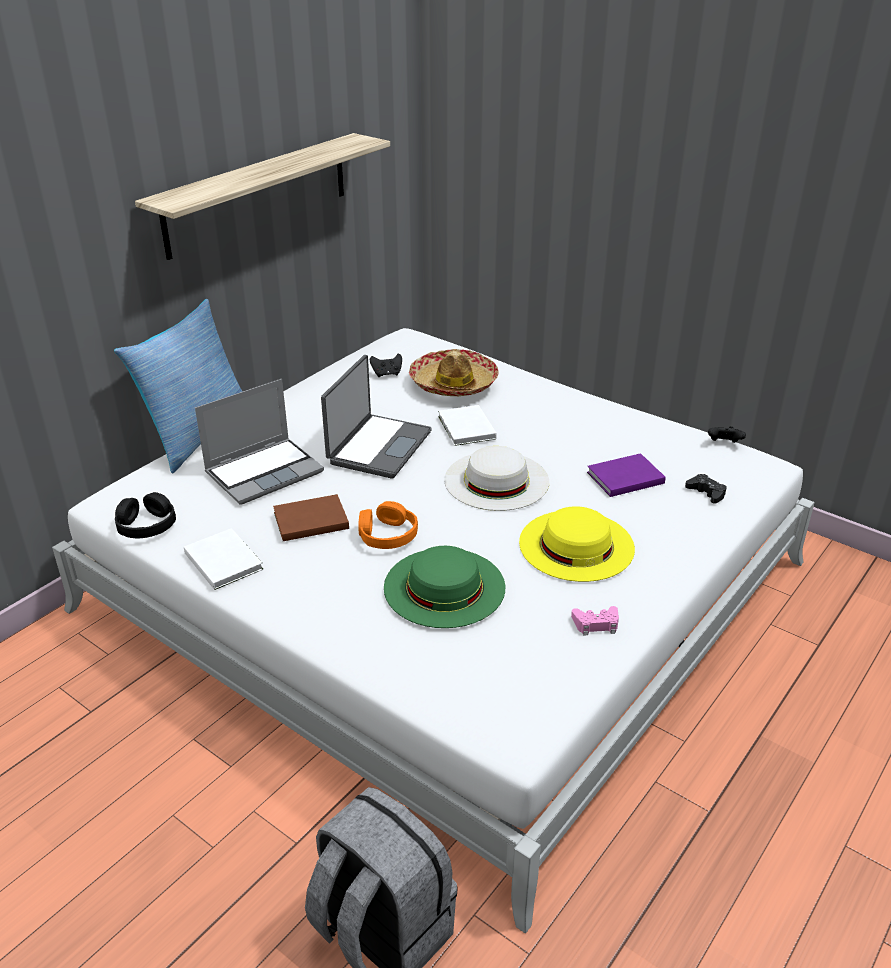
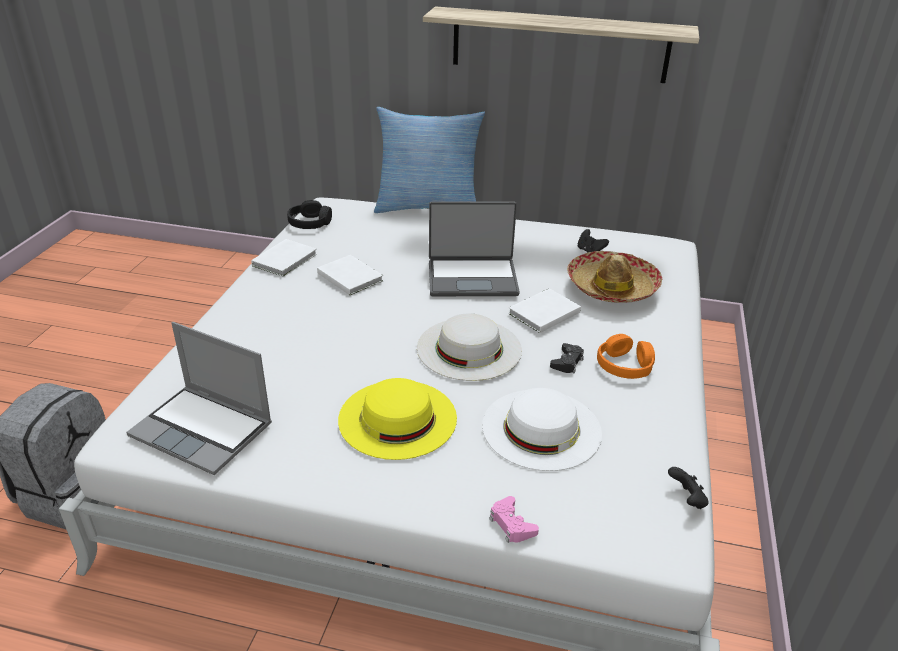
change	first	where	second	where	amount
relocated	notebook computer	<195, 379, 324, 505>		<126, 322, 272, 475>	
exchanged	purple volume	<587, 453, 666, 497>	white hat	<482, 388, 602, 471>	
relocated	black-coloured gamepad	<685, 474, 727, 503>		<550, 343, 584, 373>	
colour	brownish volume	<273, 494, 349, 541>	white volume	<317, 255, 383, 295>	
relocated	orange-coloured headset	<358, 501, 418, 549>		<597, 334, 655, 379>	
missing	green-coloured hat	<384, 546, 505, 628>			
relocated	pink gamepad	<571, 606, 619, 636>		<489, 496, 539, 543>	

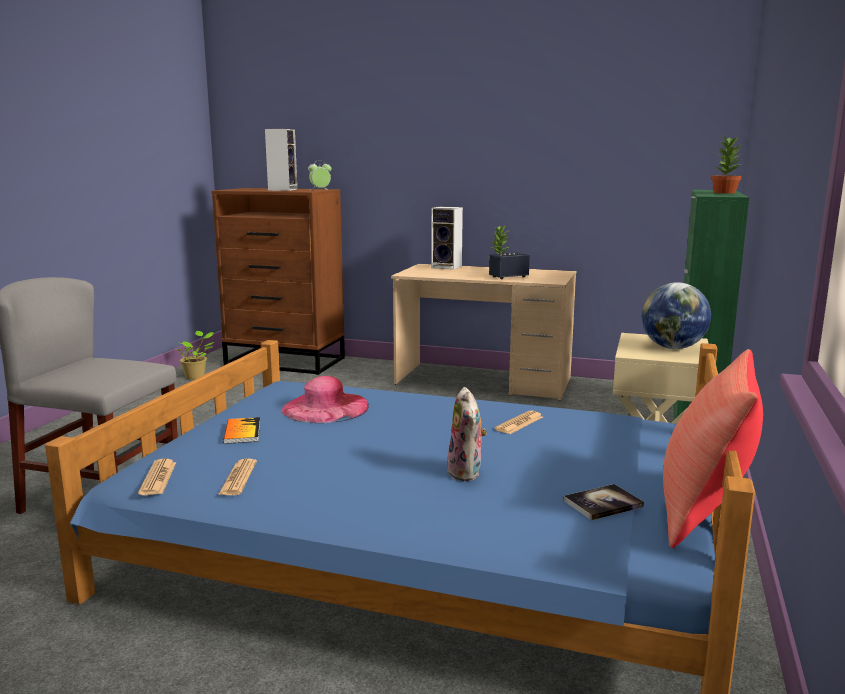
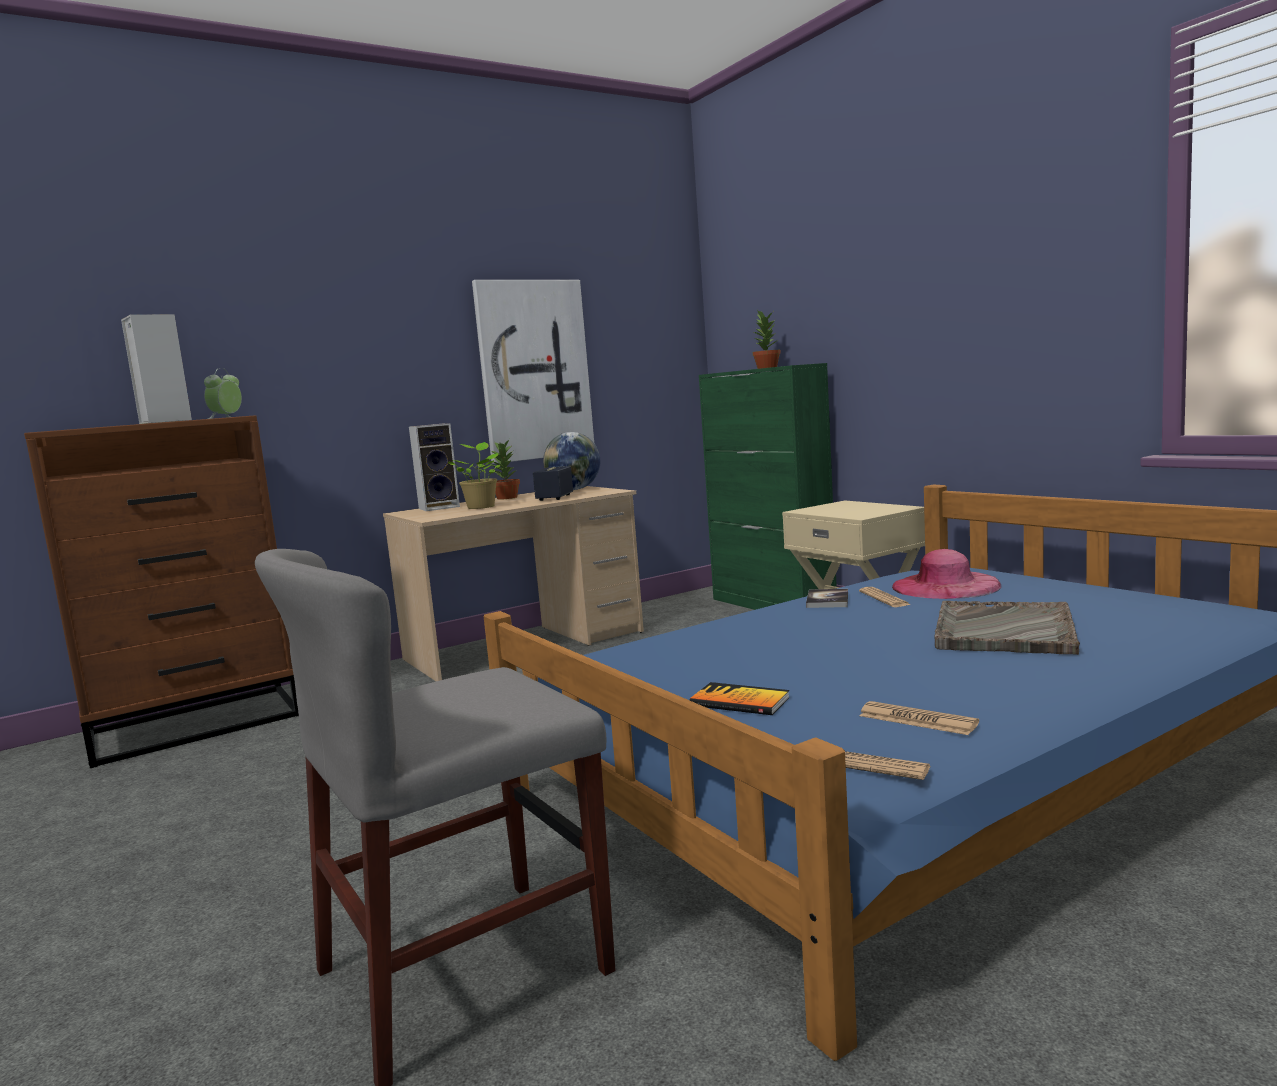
change	first	where	second	where	amount
relocated	desk globe	<642, 282, 711, 349>		<543, 432, 600, 490>	
relocated	potted plant	<177, 331, 214, 379>		<448, 442, 500, 509>	
missing	red-coloured throw pillow	<663, 349, 763, 548>			
relocated	pink hat	<281, 376, 369, 423>		<892, 549, 1001, 599>	
exchanged	plush toy	<447, 387, 487, 481>	greyish tray	<934, 601, 1080, 655>	
relocated	volume	<563, 484, 644, 520>		<806, 589, 848, 608>	
appeared			wall art	<472, 280, 594, 464>	

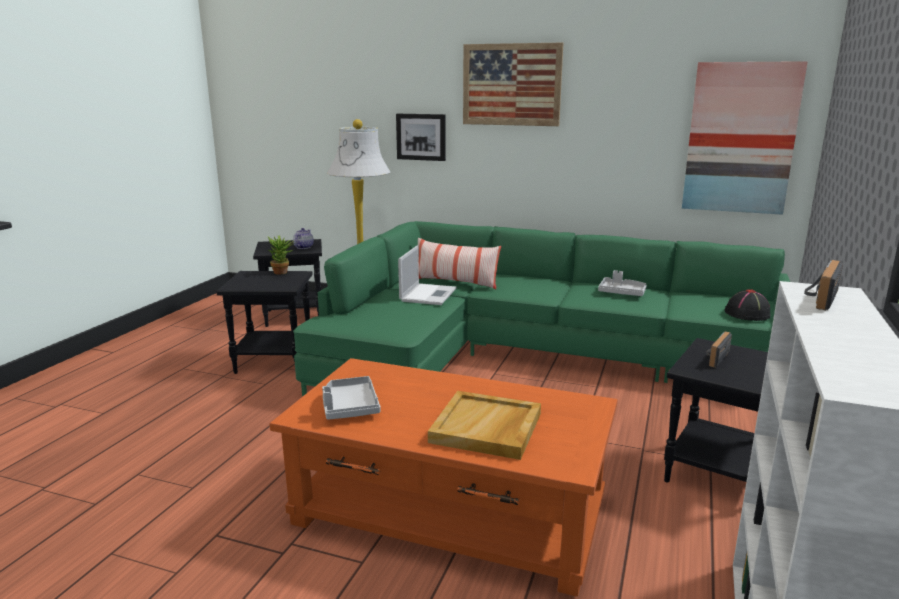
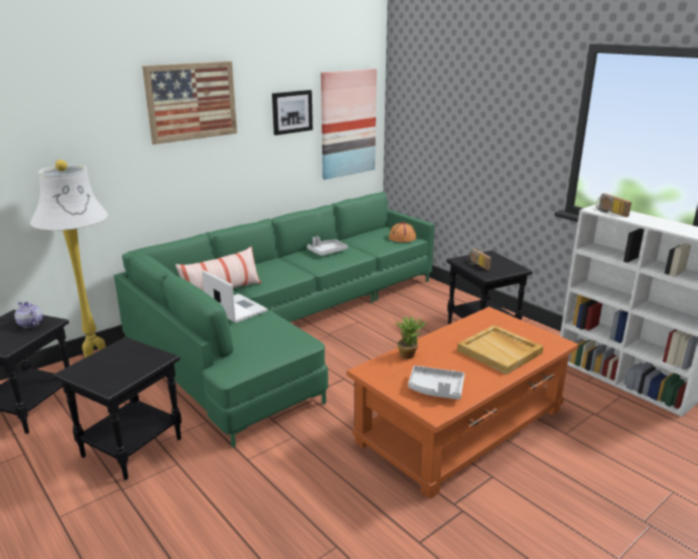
change	first	where	second	where	amount
relocated	wall art	<396, 114, 446, 161>		<272, 90, 313, 135>	
relocated	potted plant	<268, 235, 296, 275>		<394, 316, 426, 359>	
colour	black-coloured hat	<724, 289, 771, 321>	orange-coloured hat	<389, 222, 416, 242>	

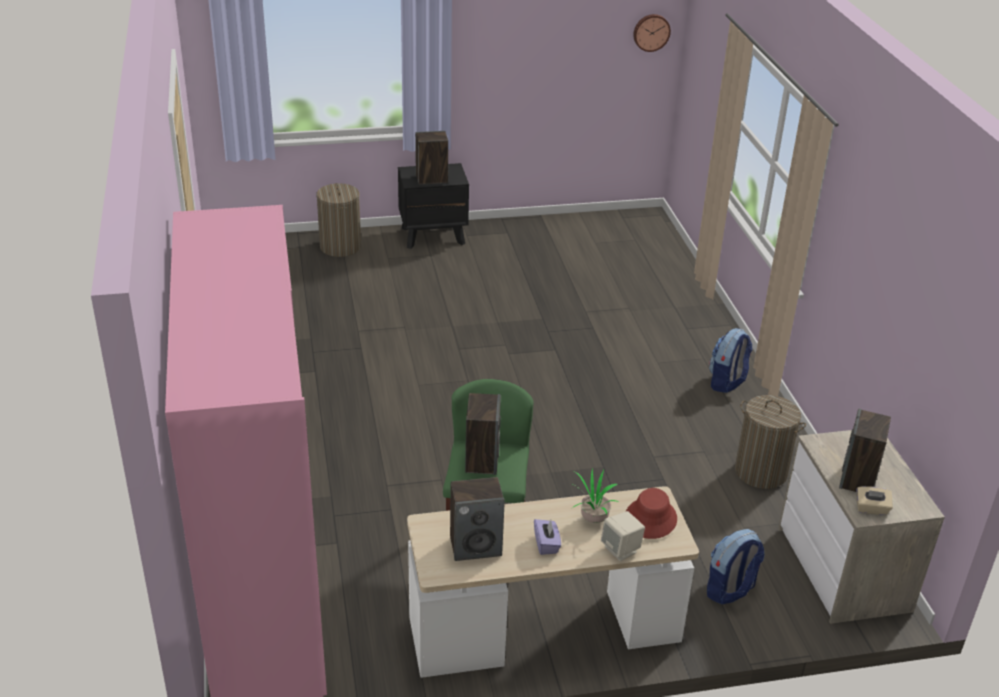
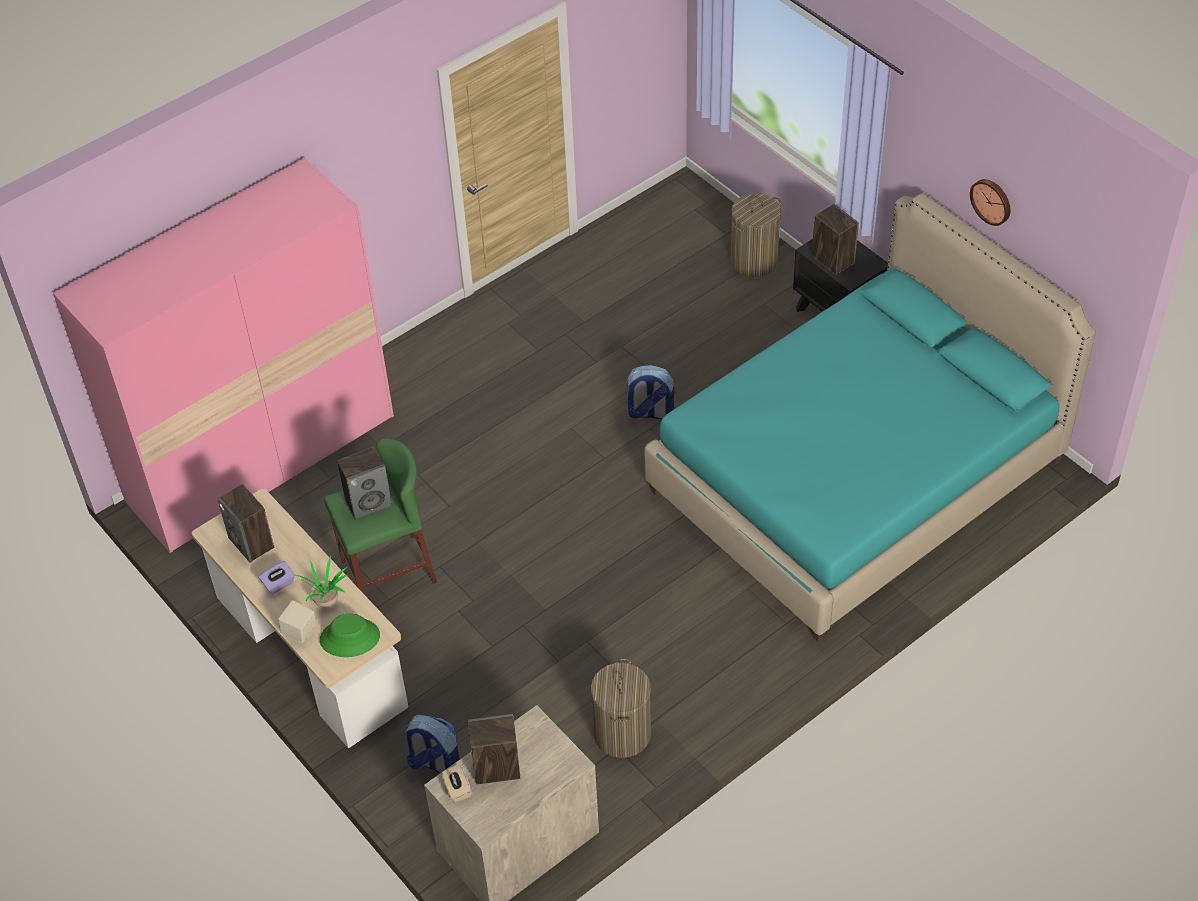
change	first	where	second	where	amount
relocated	wall clock	<633, 14, 671, 52>		<970, 179, 1010, 226>	
relocated	knapsack	<709, 328, 752, 393>		<625, 365, 674, 420>	
colour	red-coloured hat	<626, 488, 677, 539>	green-coloured hat	<320, 614, 380, 657>	
appeared			turquoise bed	<644, 193, 1096, 642>	

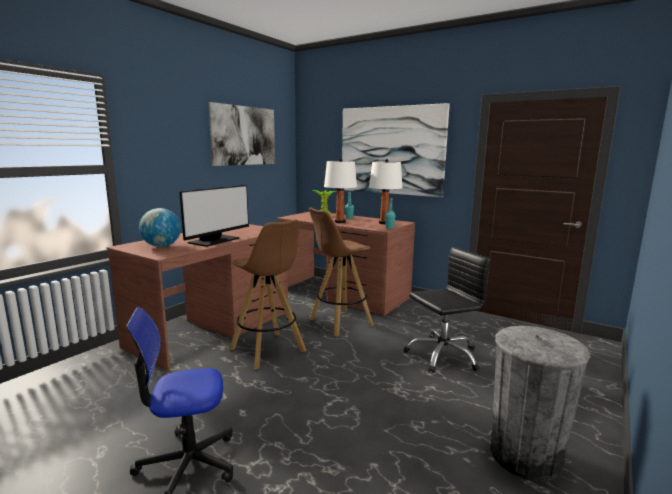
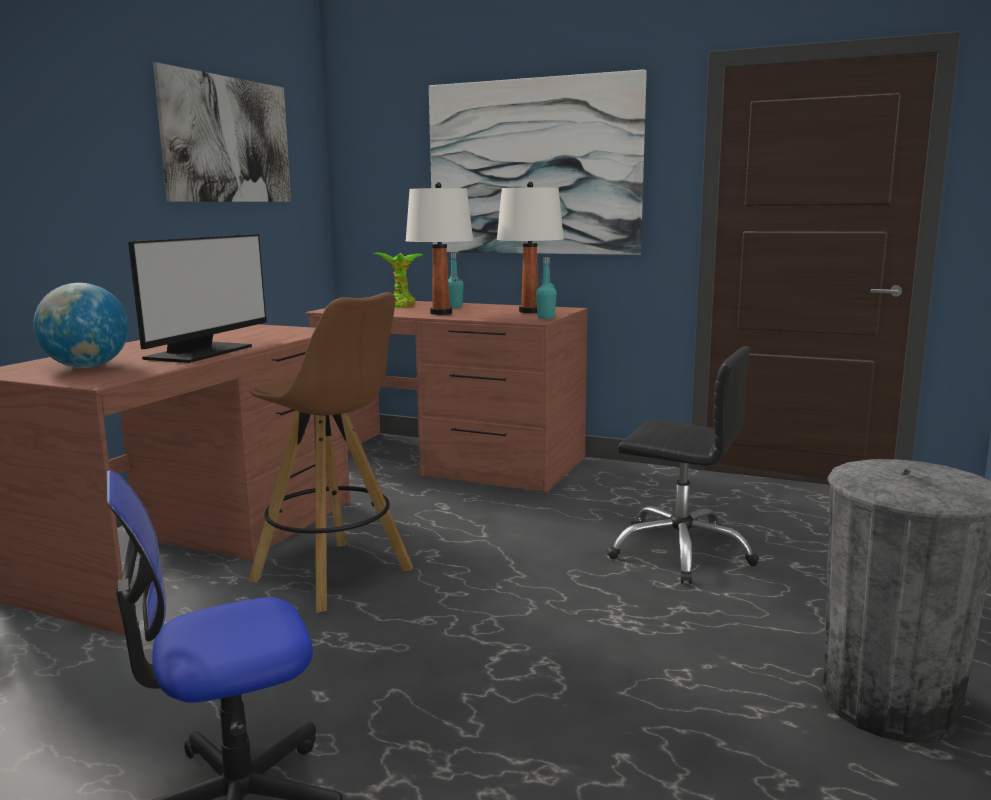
change	first	where	second	where	amount
missing	brownish stool seat	<309, 208, 374, 337>			
spun	black-coloured computer chair	<404, 247, 490, 373>		<606, 346, 759, 584>	60 degrees clockwise

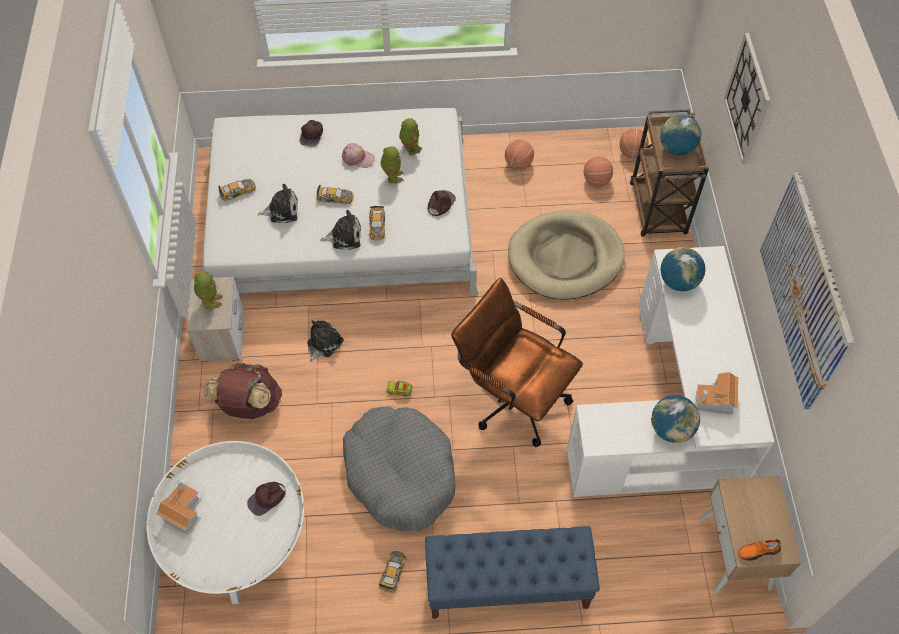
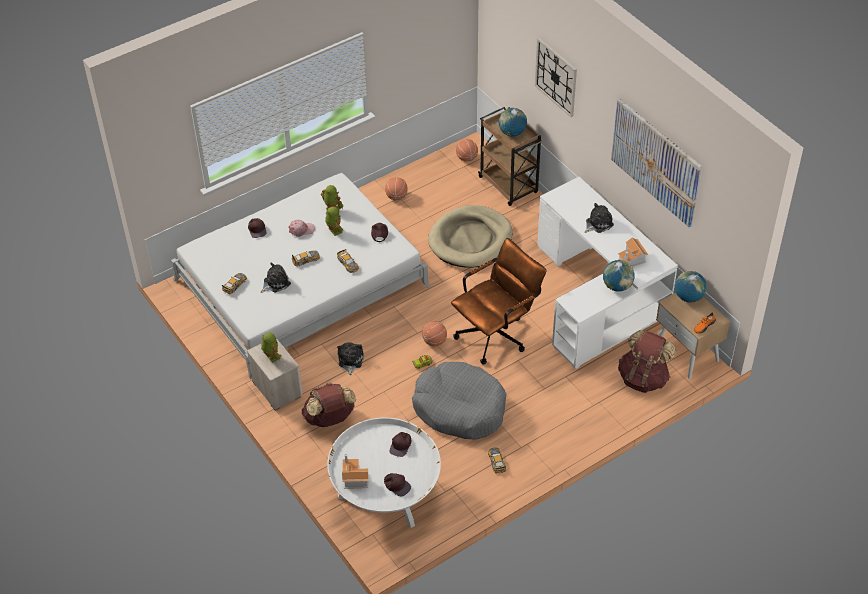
change	first	where	second	where	amount
relocated	basketball	<584, 156, 613, 187>		<422, 321, 447, 346>	
relocated	plush toy	<320, 210, 361, 250>		<585, 203, 614, 233>	
relocated	desk globe	<661, 247, 705, 291>		<675, 271, 707, 302>	
spun	brownish computer chair	<451, 278, 583, 447>		<451, 238, 546, 365>	135 degrees clockwise
missing	blue bench	<425, 526, 600, 619>			
appeared			brownish knapsack	<618, 330, 676, 393>	
appeared			brownish peaked cap	<384, 473, 411, 497>	

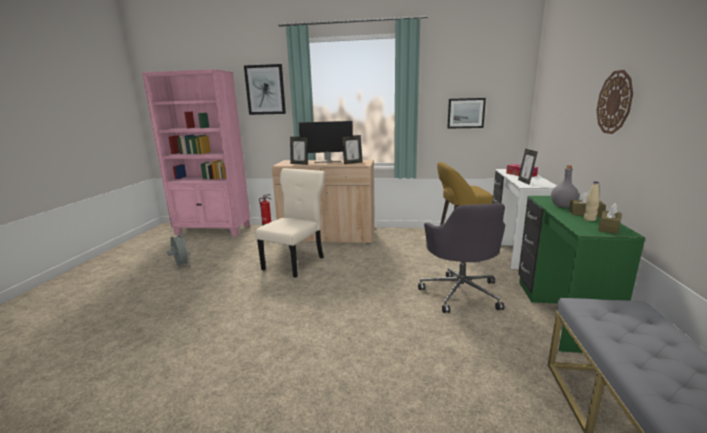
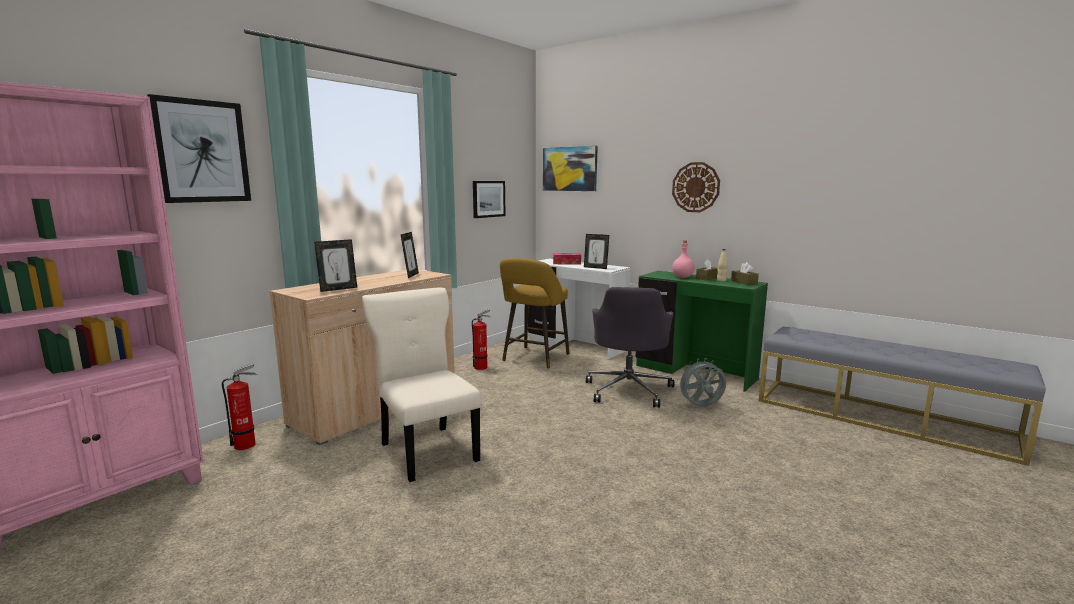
change	first	where	second	where	amount
missing	computer screen	<298, 121, 353, 163>			
colour	greyish beverage bottle	<551, 165, 579, 207>	pink beverage bottle	<672, 240, 695, 278>	
spun	greyish computer chair	<418, 203, 505, 313>		<586, 287, 674, 408>	75 degrees clockwise
relocated	greyish electric fan	<167, 233, 190, 266>		<676, 358, 726, 407>	
appeared			wall art	<543, 146, 598, 191>	
appeared			fire extinguisher	<472, 309, 491, 370>	

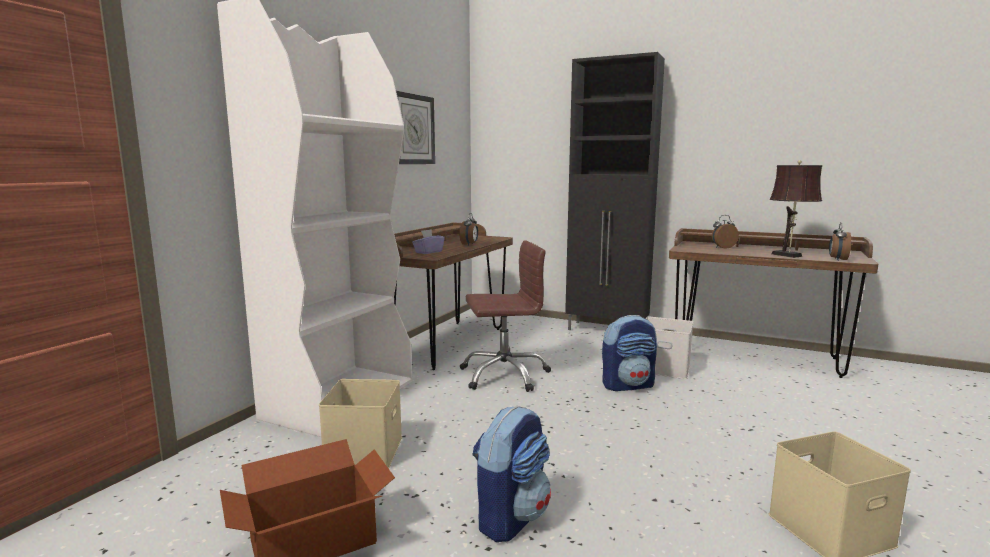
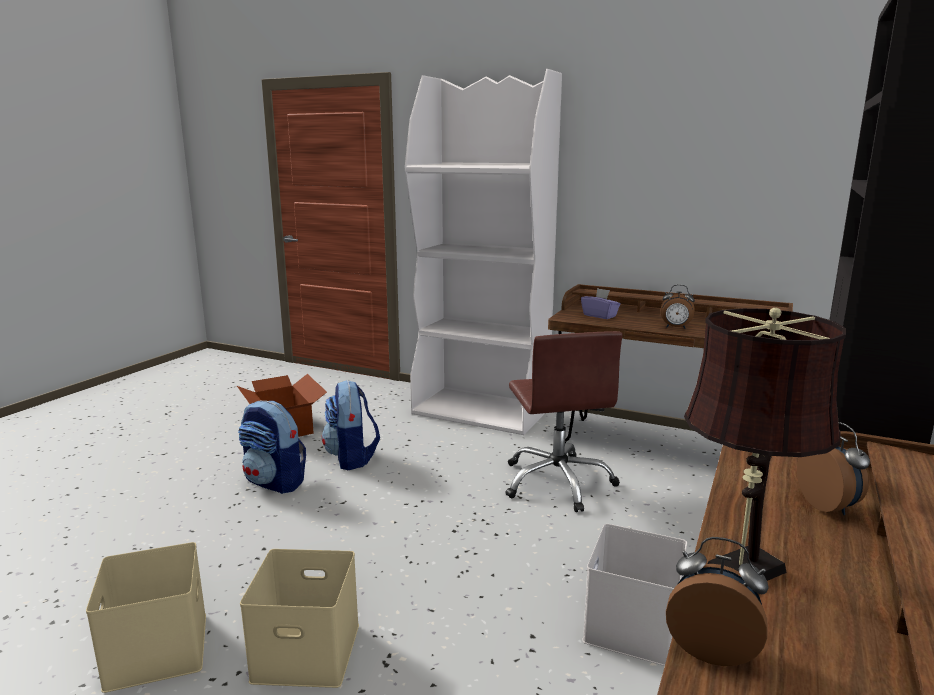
change	first	where	second	where	amount
missing	wall clock	<396, 91, 435, 164>			
relocated	knapsack	<602, 315, 657, 391>		<322, 380, 380, 470>	
relocated	sand-coloured storage box	<319, 379, 402, 469>		<240, 549, 359, 688>	

